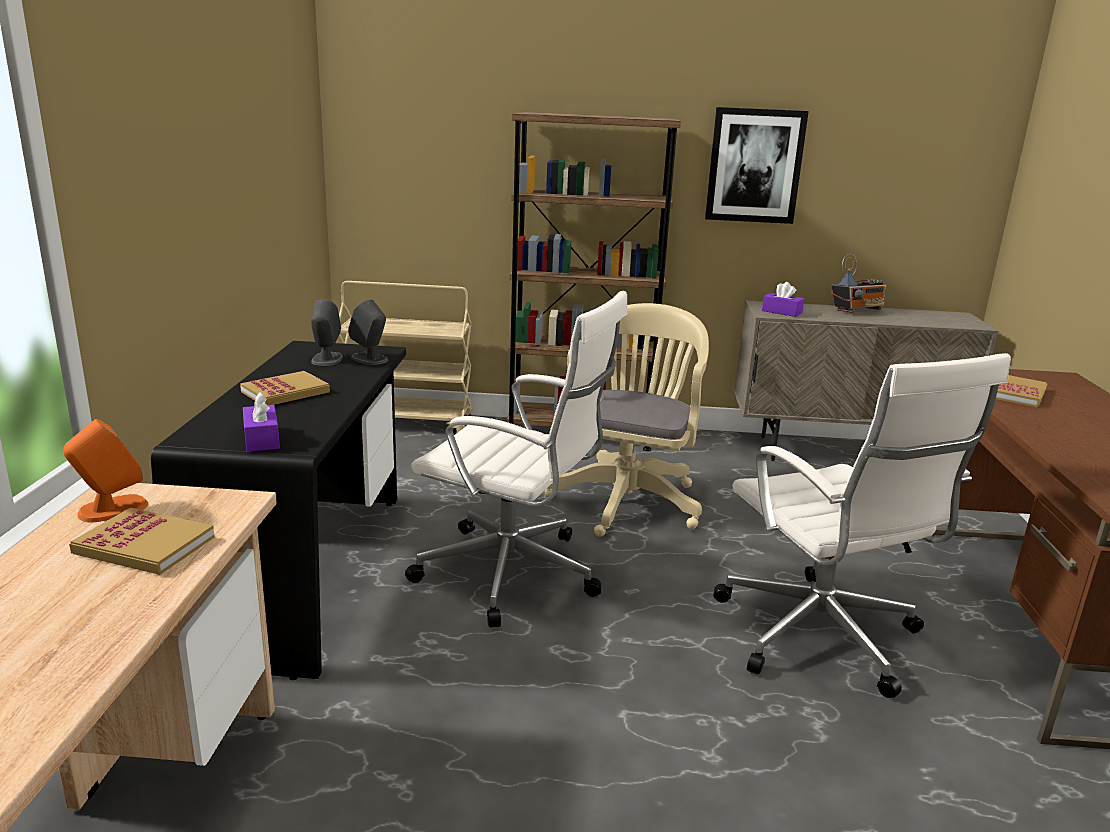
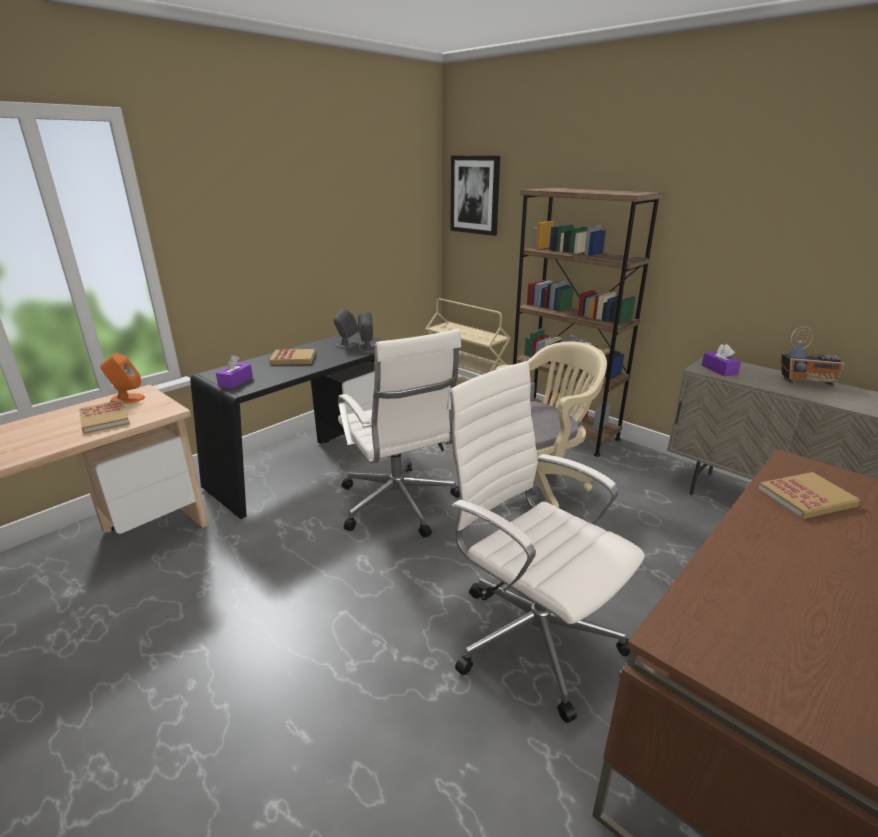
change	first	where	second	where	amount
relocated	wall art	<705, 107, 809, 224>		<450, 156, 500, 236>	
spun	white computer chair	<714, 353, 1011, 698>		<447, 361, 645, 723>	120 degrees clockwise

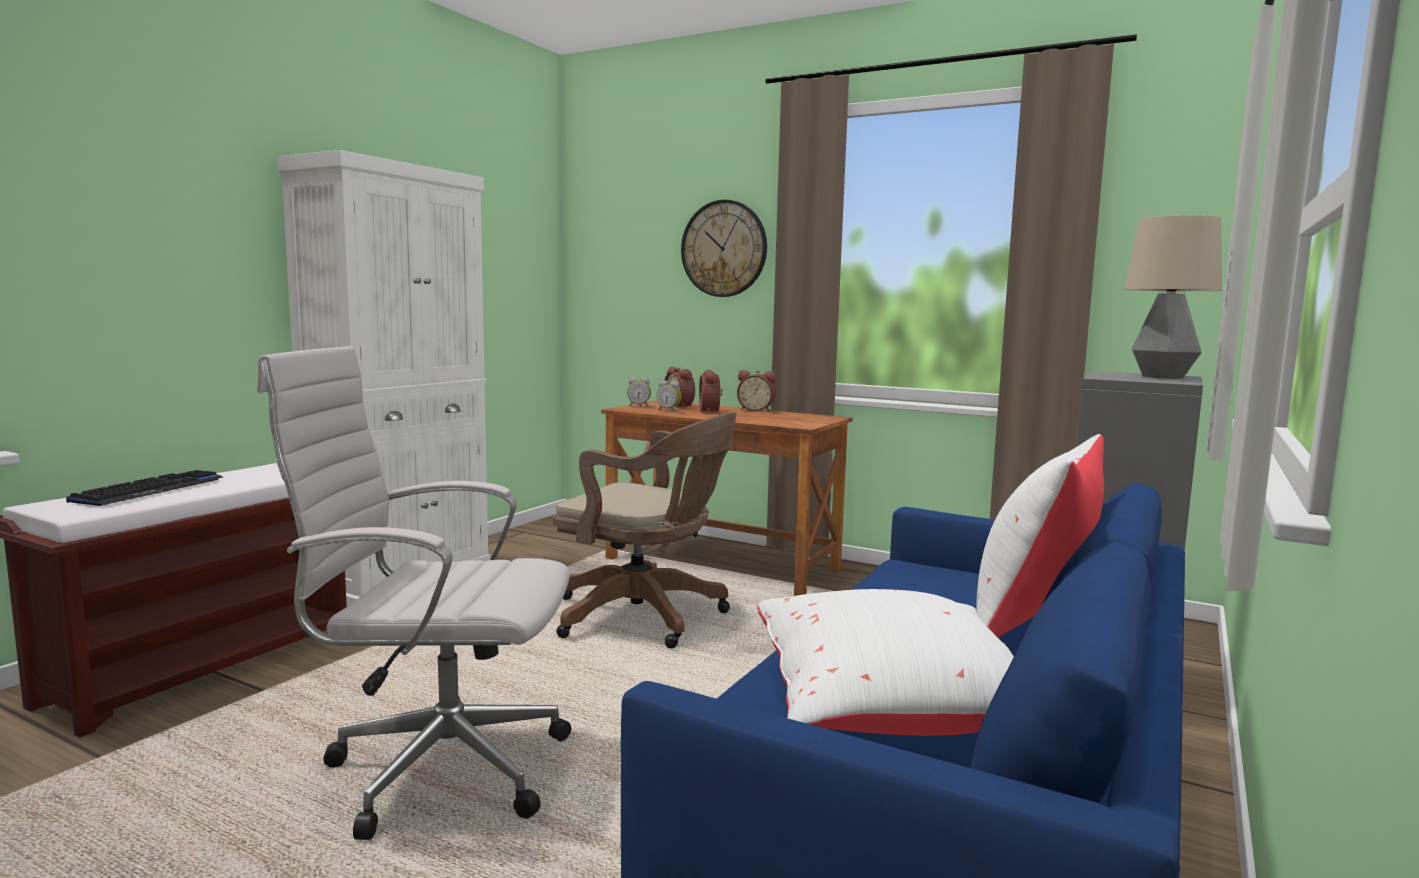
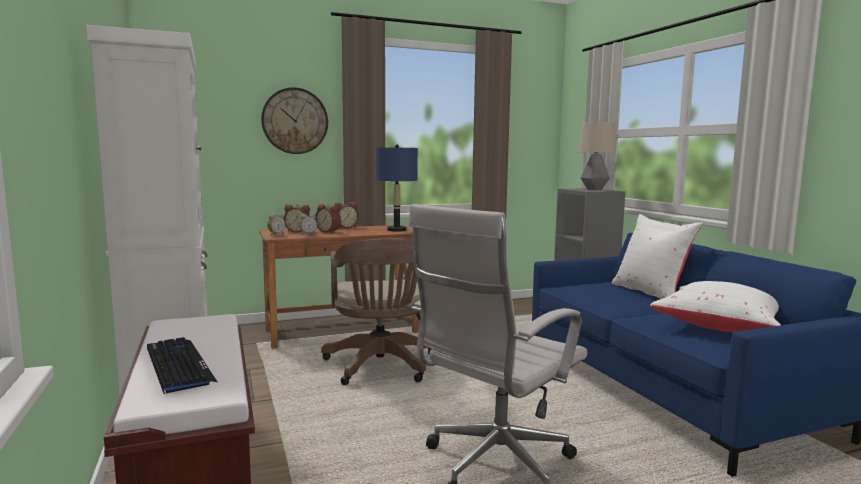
change	first	where	second	where	amount
spun	brownish computer chair	<553, 412, 737, 648>		<321, 238, 432, 385>	105 degrees clockwise
appeared			blue table lamp	<376, 144, 418, 232>	

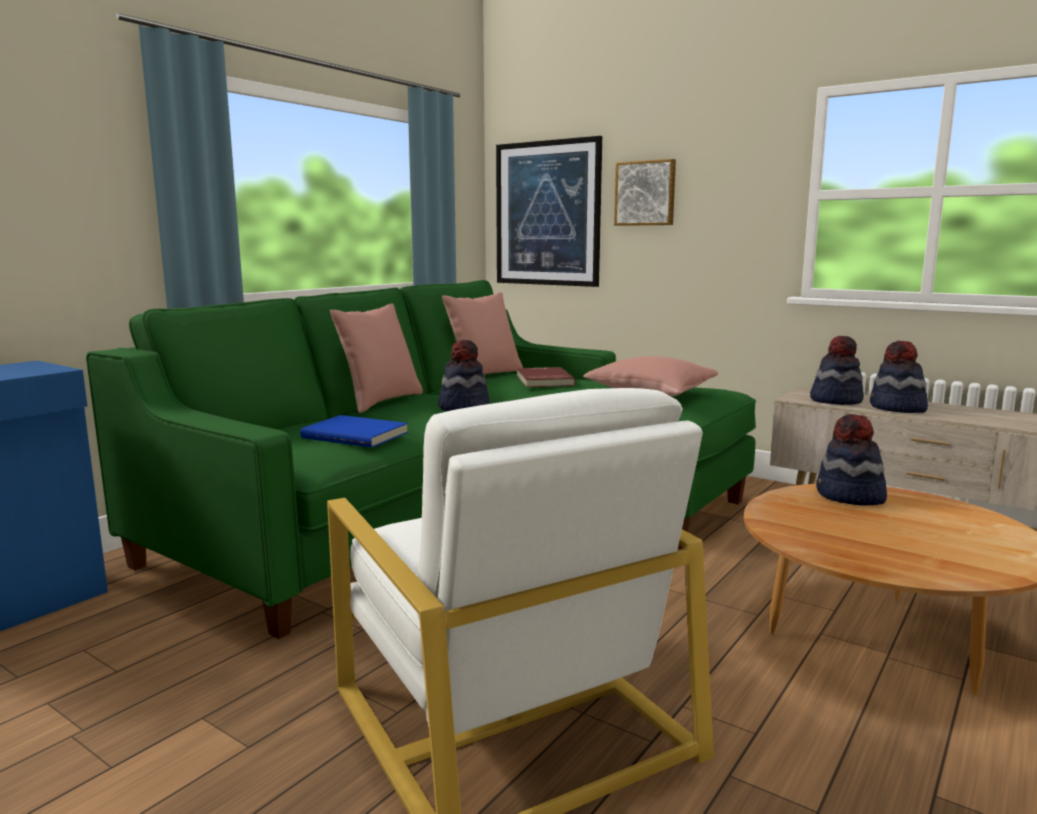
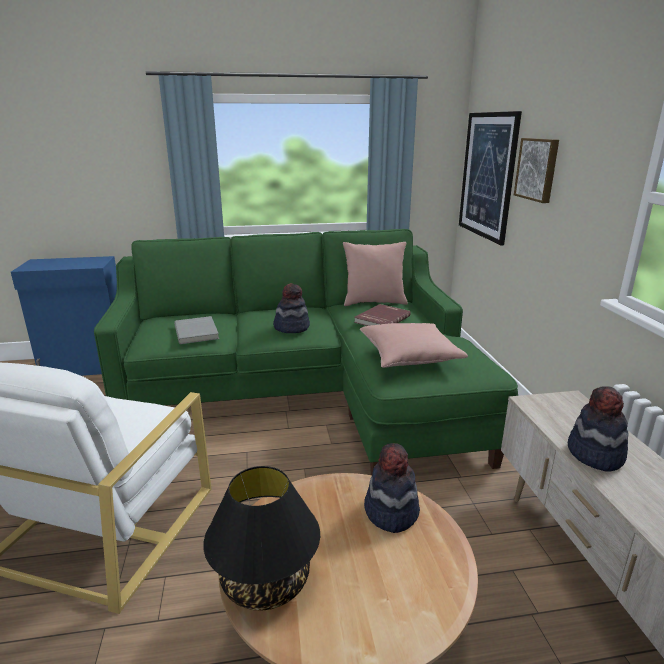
change	first	where	second	where	amount
missing	pink throw pillow	<330, 304, 423, 413>			
missing	hat	<810, 336, 864, 405>			
colour	blue volume	<300, 415, 408, 448>	greyish volume	<174, 316, 219, 344>	
appeared			black-coloured table lamp	<203, 466, 320, 611>	

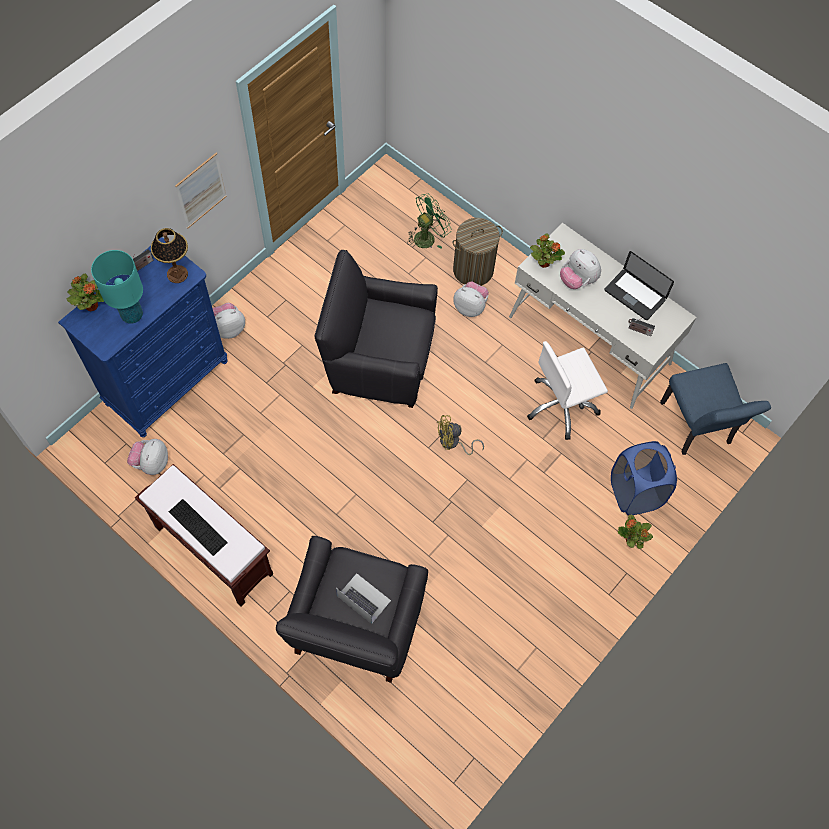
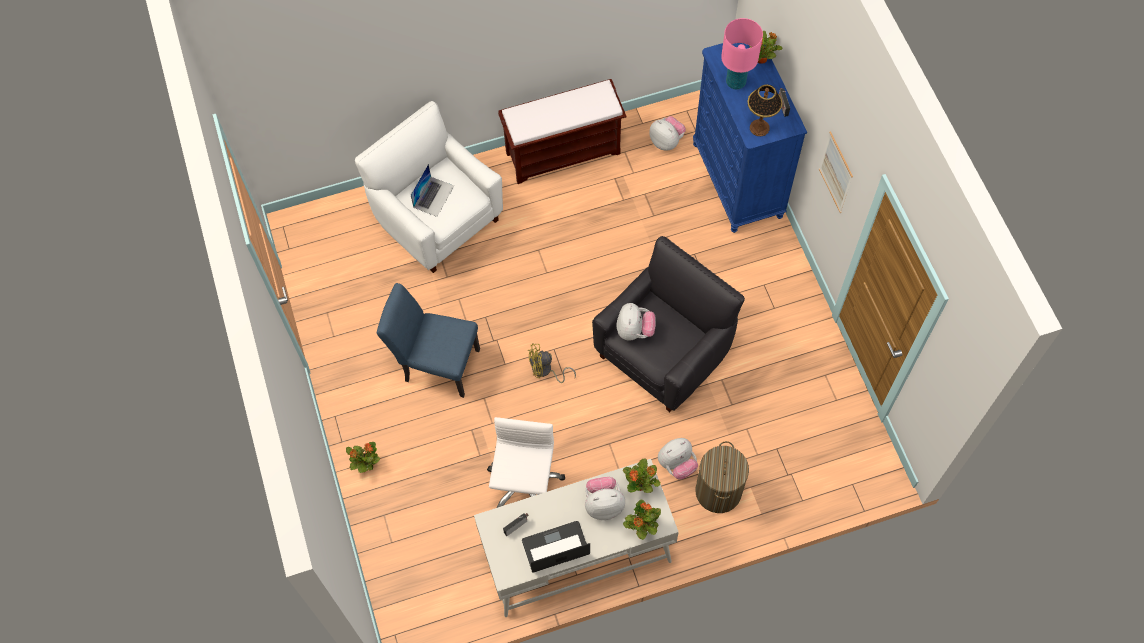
change	first	where	second	where	amount
missing	green-coloured electric fan	<407, 193, 452, 249>			
colour	turquoise table lamp	<91, 250, 143, 324>	pink table lamp	<721, 18, 763, 90>	
relocated	plush toy	<213, 303, 245, 339>		<617, 303, 656, 341>	
relocated	blue chair	<660, 363, 771, 455>		<377, 283, 480, 398>	
spun	yellowish electric fan	<437, 415, 484, 455>		<528, 343, 576, 383>	120 degrees counterclockwise
missing	blue washing basket	<611, 441, 677, 516>			
missing	keyboard	<169, 499, 228, 556>			
colour	black-coloured easy chair	<276, 536, 428, 683>	white easy chair	<355, 101, 503, 273>	
spun	notebook computer	<336, 573, 391, 624>		<411, 164, 454, 217>	45 degrees counterclockwise
appeared			potted plant	<623, 499, 661, 540>	

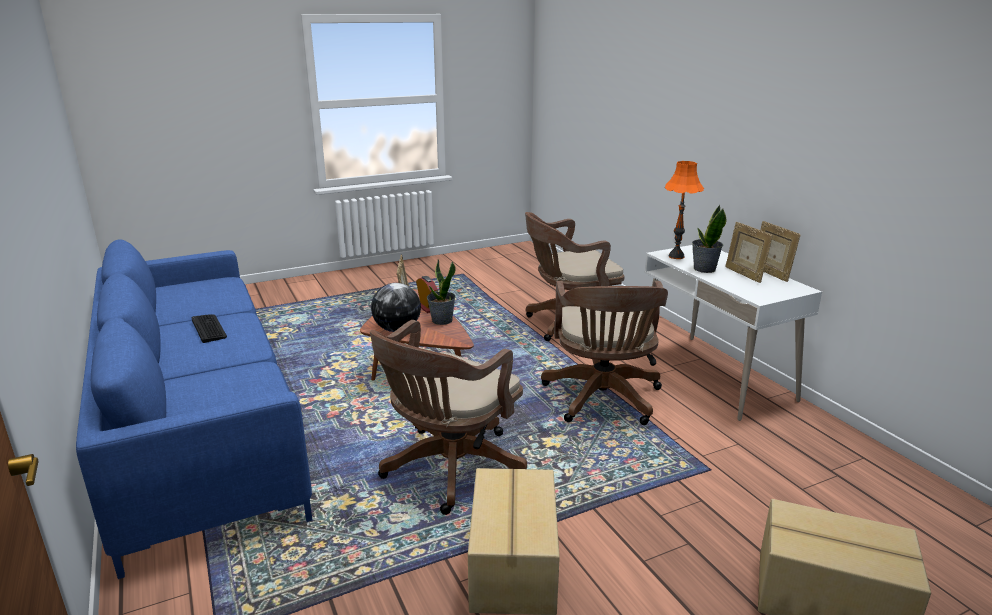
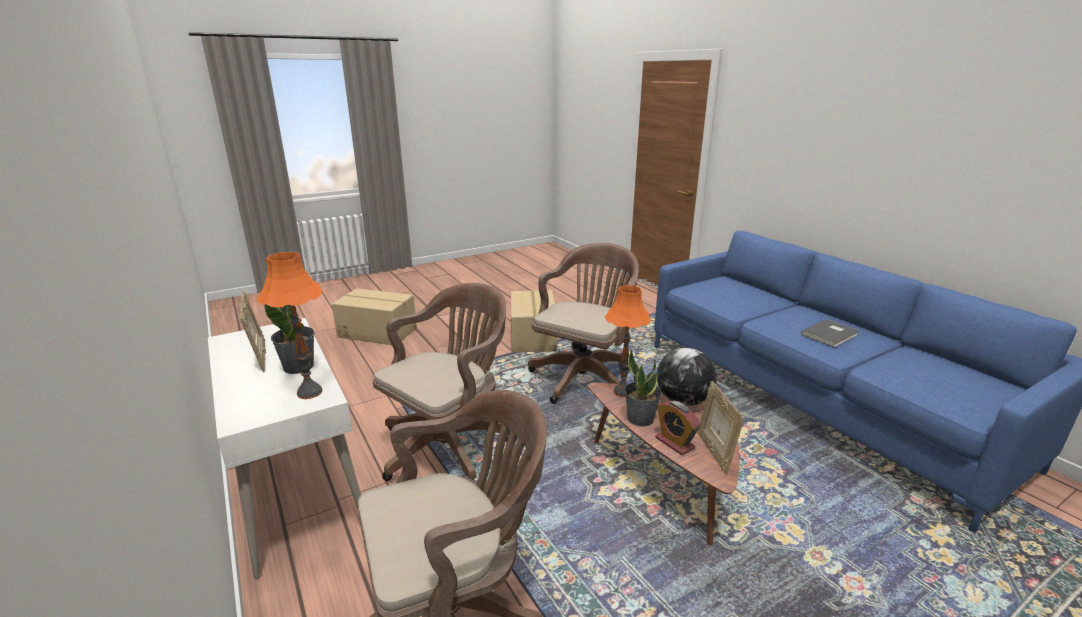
change	first	where	second	where	amount
missing	standing frame	<760, 221, 801, 282>			
spun	brownish computer chair	<541, 281, 668, 425>		<373, 283, 511, 481>	45 degrees clockwise
exchanged	keyboard	<191, 314, 227, 343>	greyish volume	<801, 319, 860, 348>	
appeared			orange-coloured table lamp	<605, 285, 651, 397>	

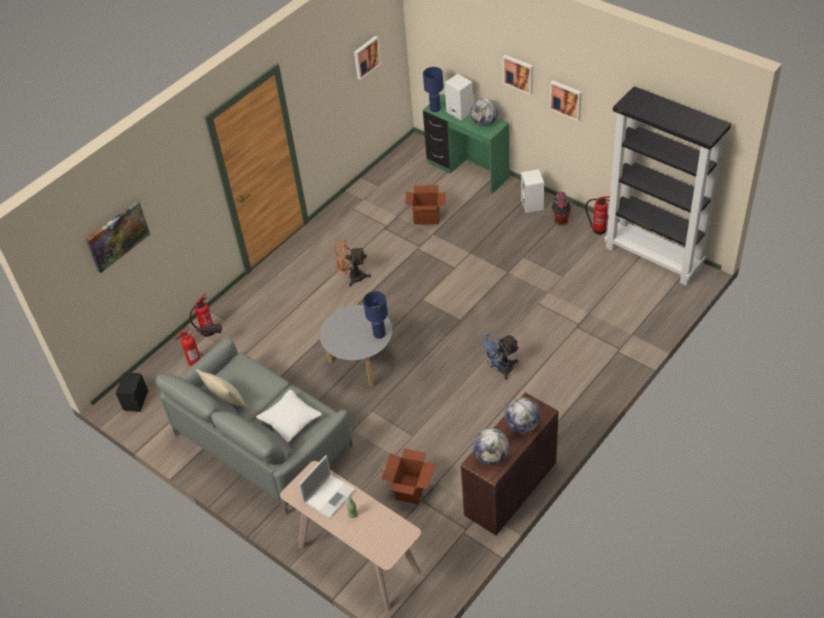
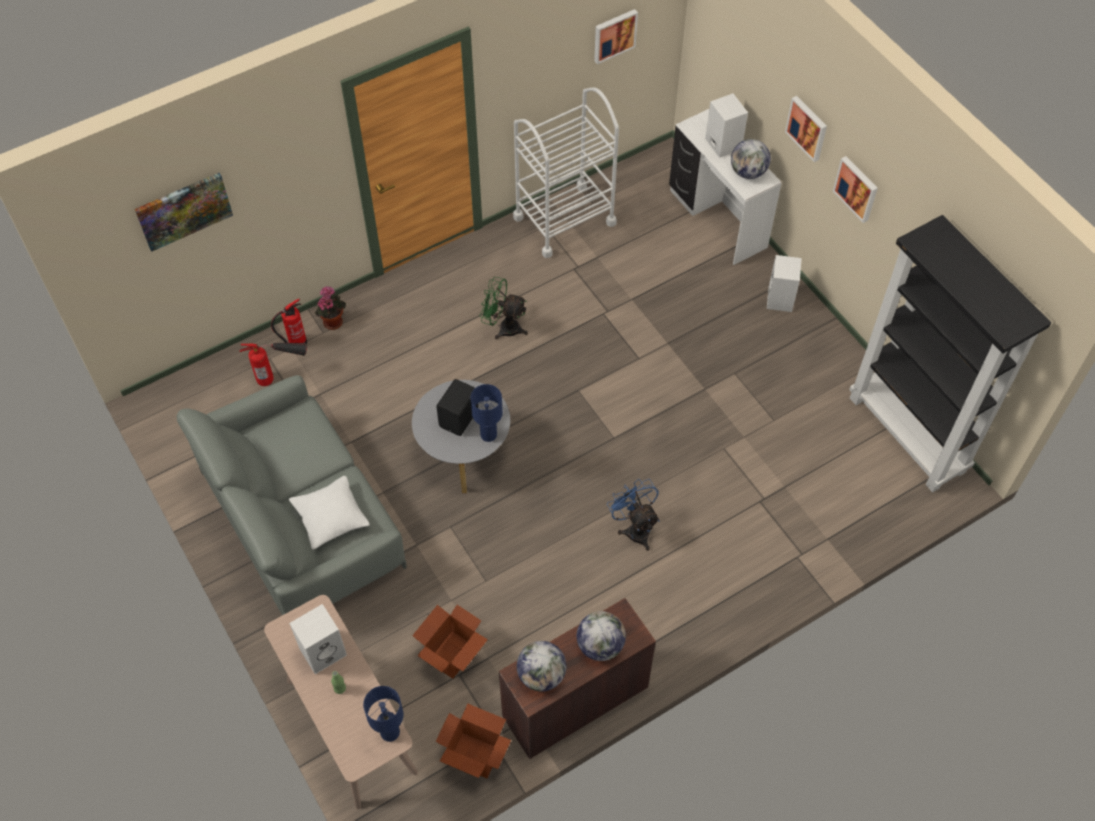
change	first	where	second	where	amount
relocated	blue table lamp	<423, 67, 443, 112>		<363, 686, 404, 742>	
colour	green-coloured desk table	<423, 94, 509, 194>	white desk table	<669, 109, 782, 265>	
relocated	carton	<405, 185, 446, 225>		<435, 704, 511, 778>	
relocated	potted plant	<551, 192, 571, 226>		<315, 286, 346, 330>	
missing	fire extinguisher	<585, 196, 610, 235>			
colour	orange-coloured electric fan	<335, 240, 371, 287>	green-coloured electric fan	<479, 277, 528, 340>	
spun	blue electric fan	<480, 334, 520, 380>		<607, 479, 659, 551>	75 degrees clockwise
missing	sand-coloured throw pillow	<196, 369, 248, 408>			
relocated	black-coloured speaker	<116, 372, 148, 412>		<436, 379, 478, 436>	
exchanged	notebook computer	<299, 455, 355, 519>	white speaker	<289, 604, 347, 674>	
appeared			white wheeled cart	<513, 87, 619, 258>	

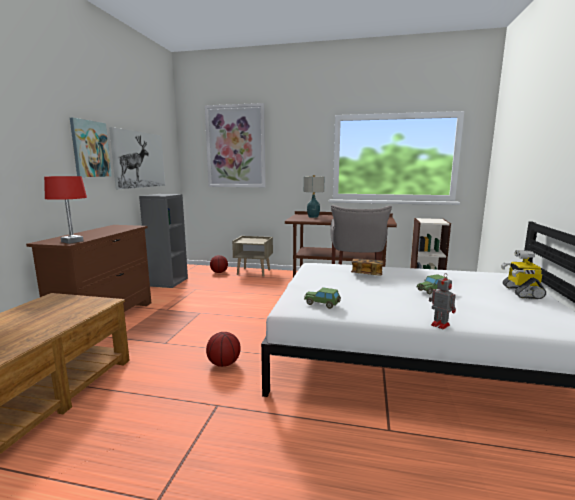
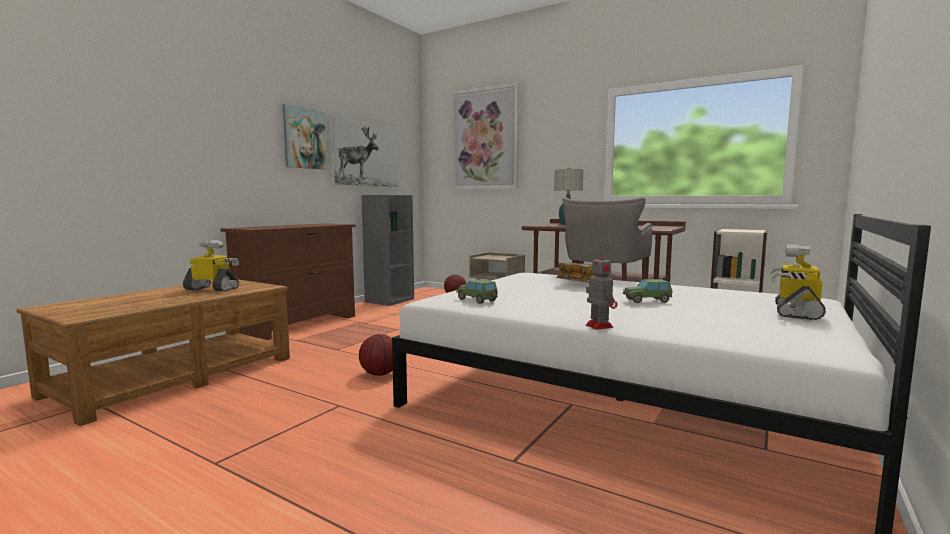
change	first	where	second	where	amount
missing	red-coloured table lamp	<44, 176, 87, 244>			
appeared			toy robot	<183, 240, 239, 291>	

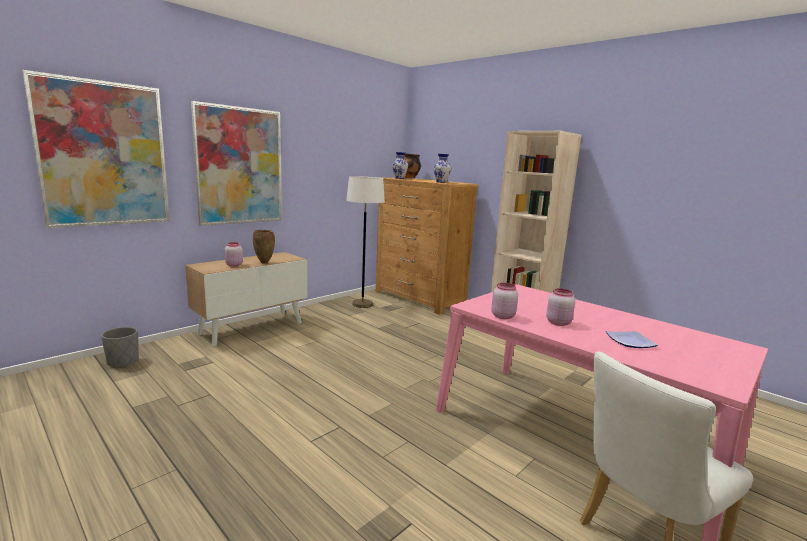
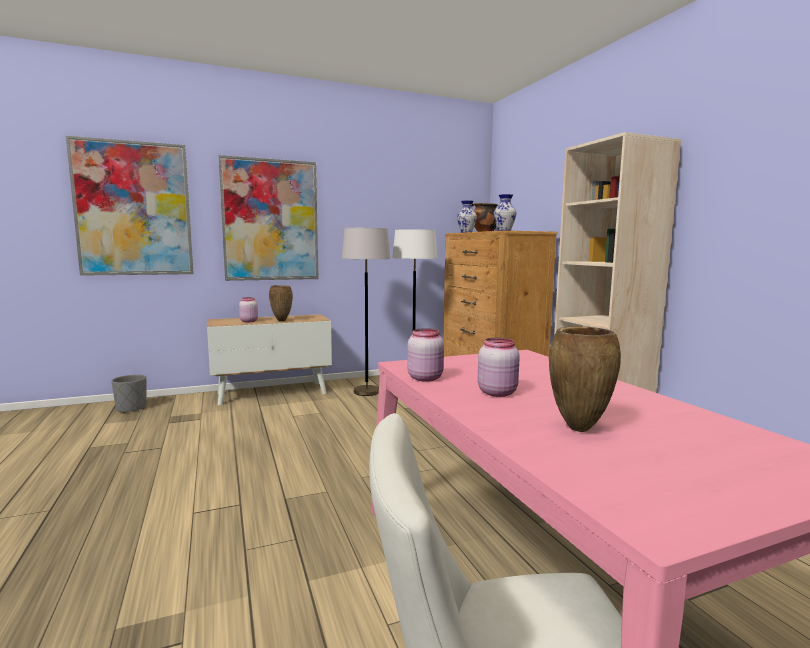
change	first	where	second	where	amount
exchanged	dinner plate	<606, 331, 658, 348>	brownish decorative vase	<549, 327, 621, 432>	
appeared			greyish standard lamp	<342, 228, 391, 396>	

